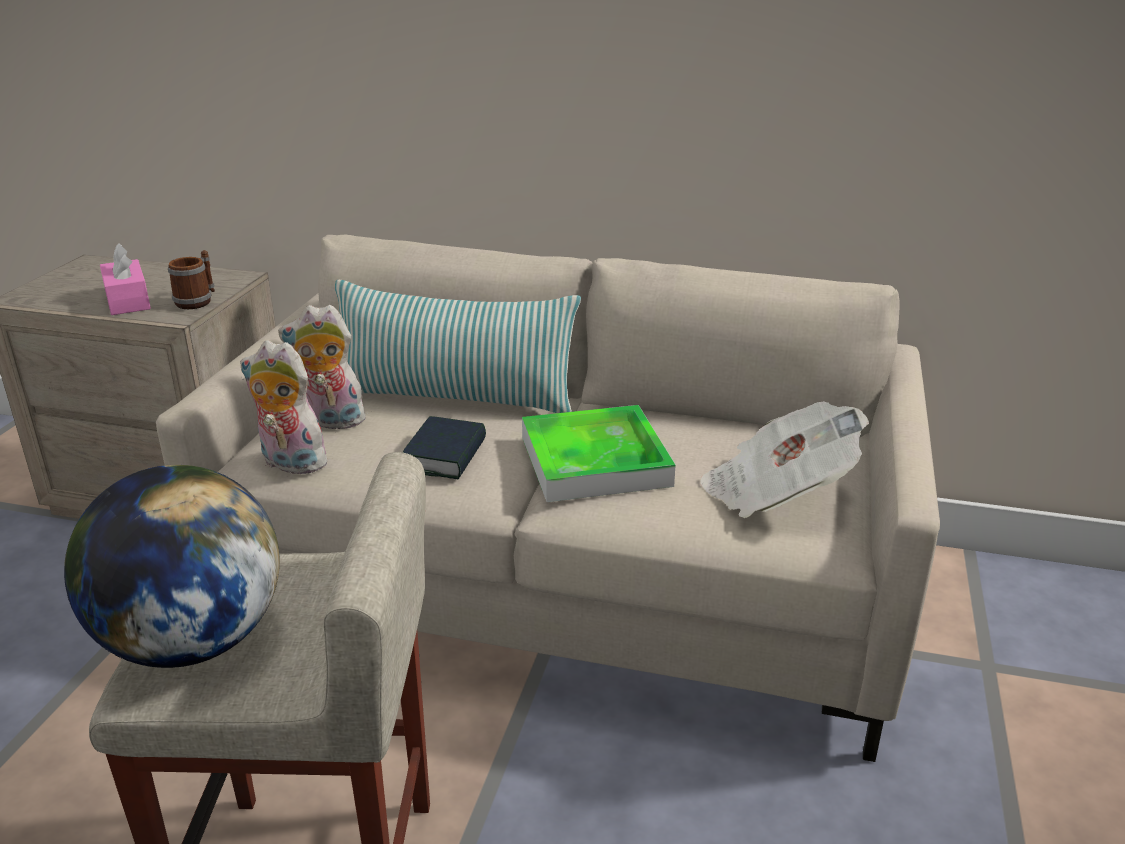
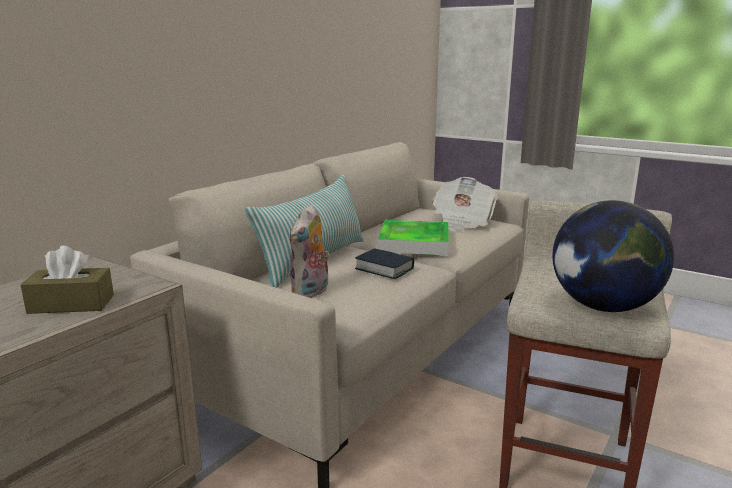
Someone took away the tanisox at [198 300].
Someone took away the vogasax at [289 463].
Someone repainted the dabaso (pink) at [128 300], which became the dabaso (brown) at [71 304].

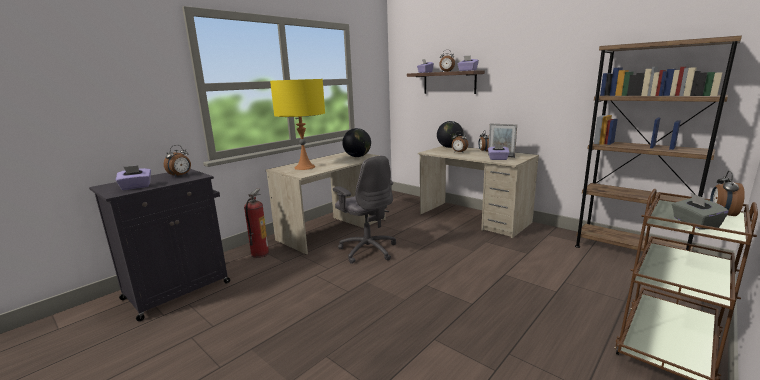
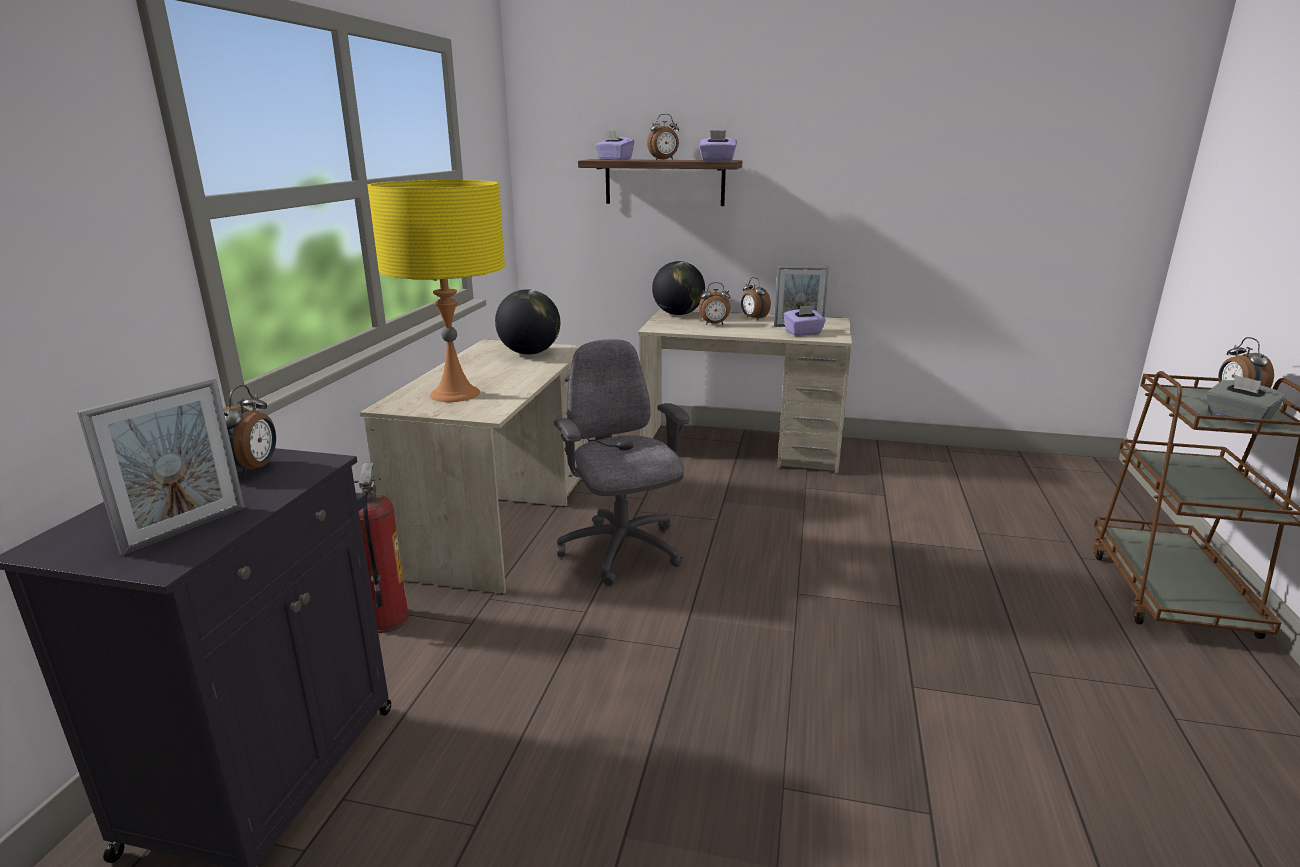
Someone took away the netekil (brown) at [629 252].
Someone swapped the dabaso (purple) at [136 187] for the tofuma at [185 529].
Someone rotated the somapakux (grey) at [367 250] by 135 degrees counterclockwise.

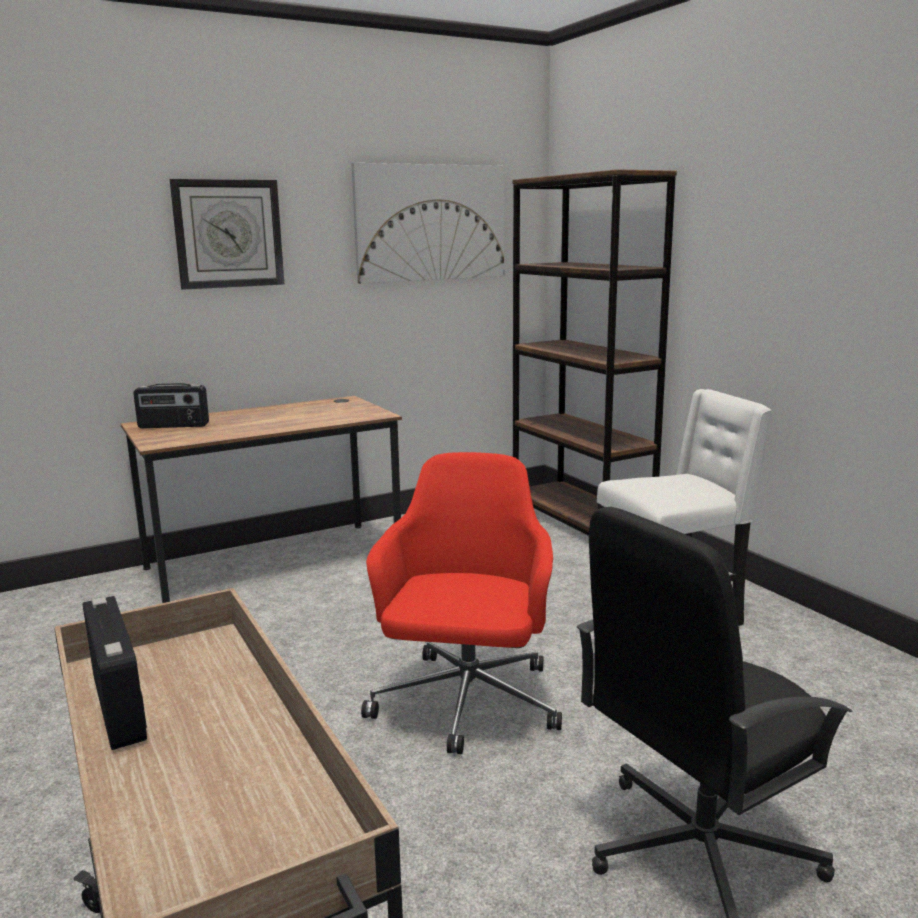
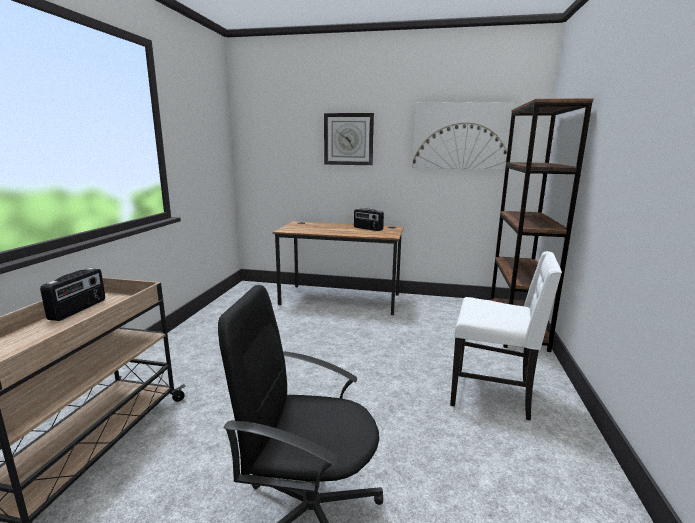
Someone took away the somapakux (red) at [466 704].
Someone carried the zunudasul from [173 426] to [368 228].

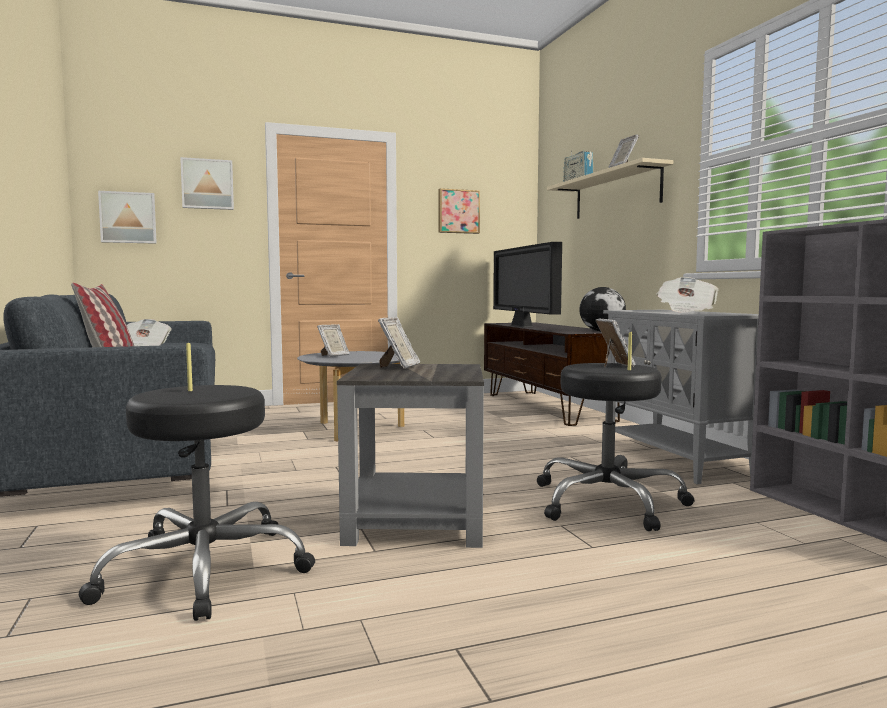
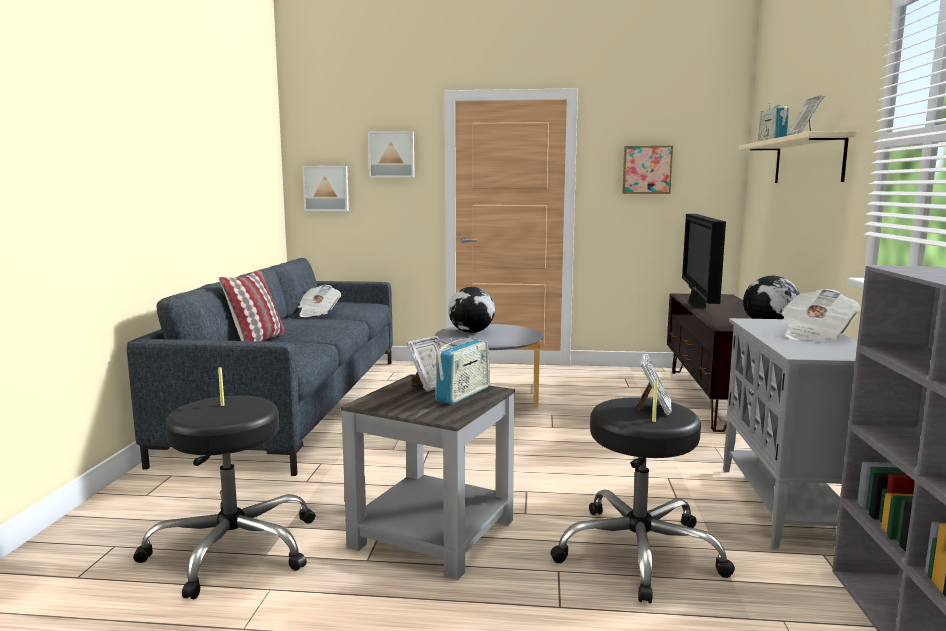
Someone put down the zunudasul at [463 394].
Someone swapped the tofuma at [333 355] for the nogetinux at [471 332].

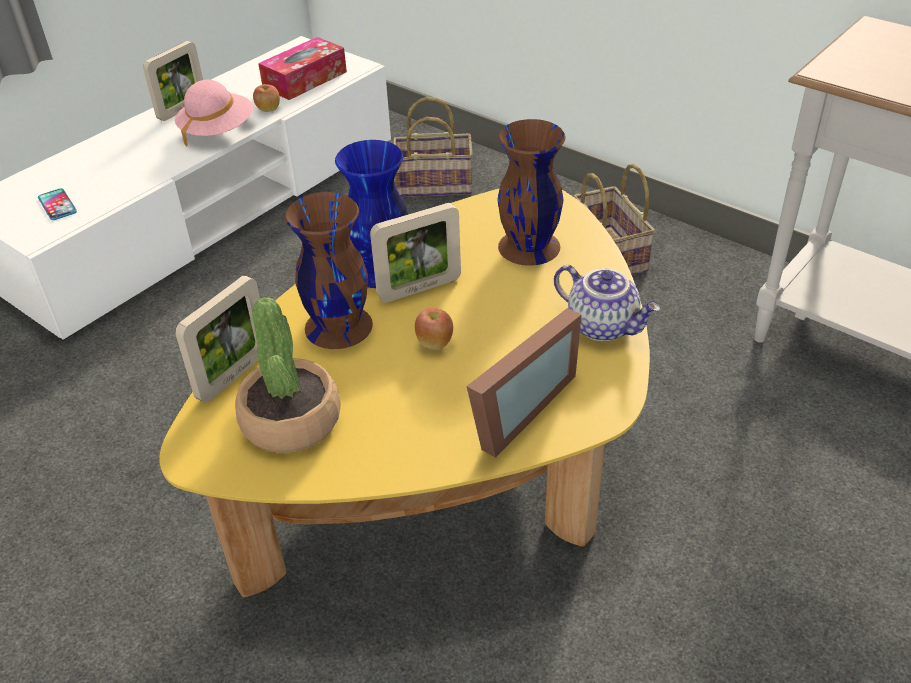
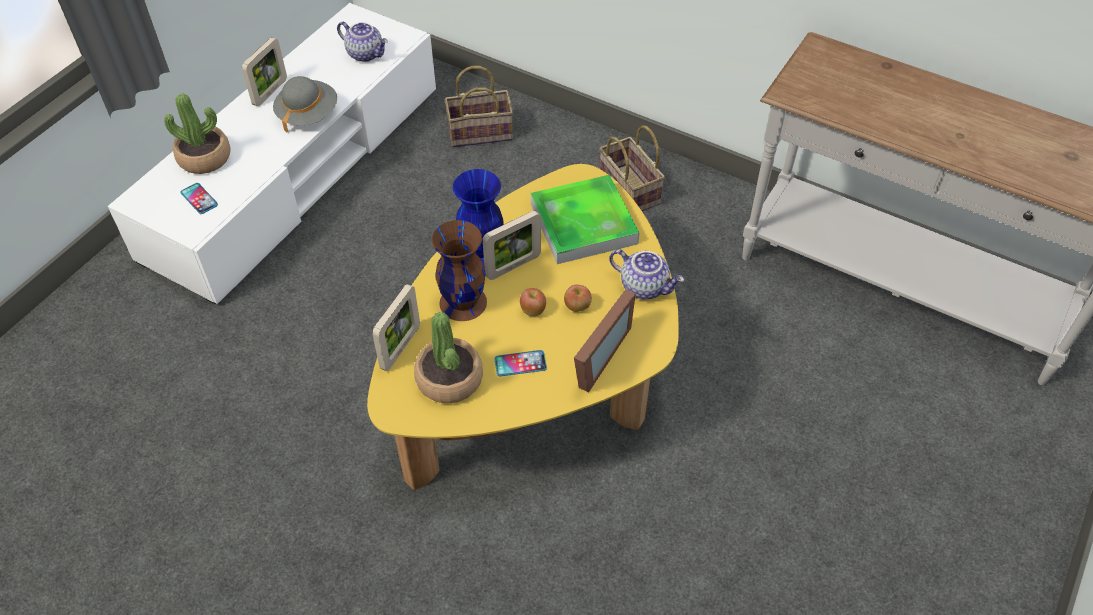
Someone put down the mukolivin at [204 158].
Someone put down the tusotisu at [520 364].
Someone carried the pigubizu from [268 110] to [577 307].
Someone swapped the dabaso at [305 80] for the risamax at [366 54].
Someone swapped the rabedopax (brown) at [528 247] for the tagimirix at [583 224].
Someone repainted the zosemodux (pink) at [217 131], which became the zosemodux (grey) at [308 114].

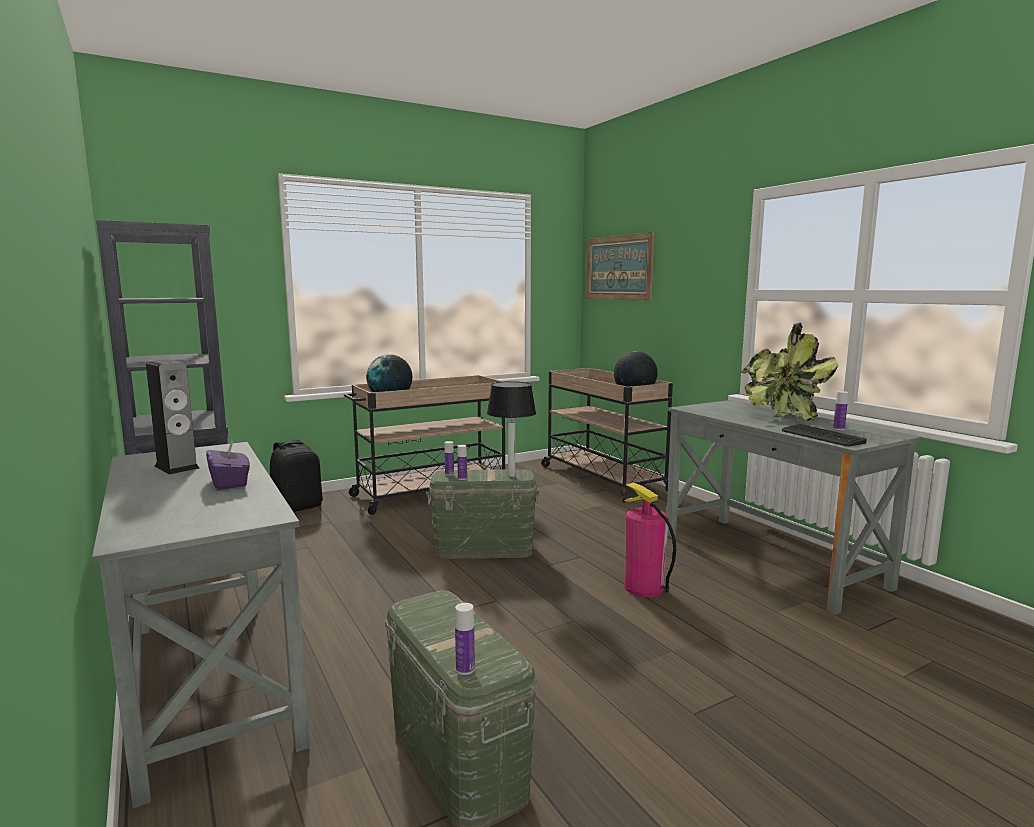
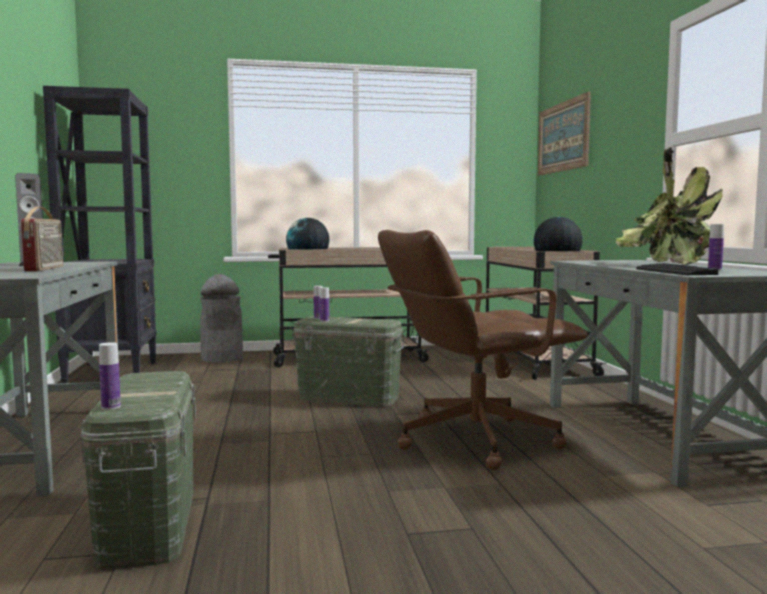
Someone took away the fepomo at [511 475].
Someone swapped the dabaso (purple) at [230 483] for the zunudasul at [45 269].
Someone swapped the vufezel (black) at [297 508] for the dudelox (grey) at [222 358].
Someone swapped the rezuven at [643 588] for the somapakux (brown) at [474 440].

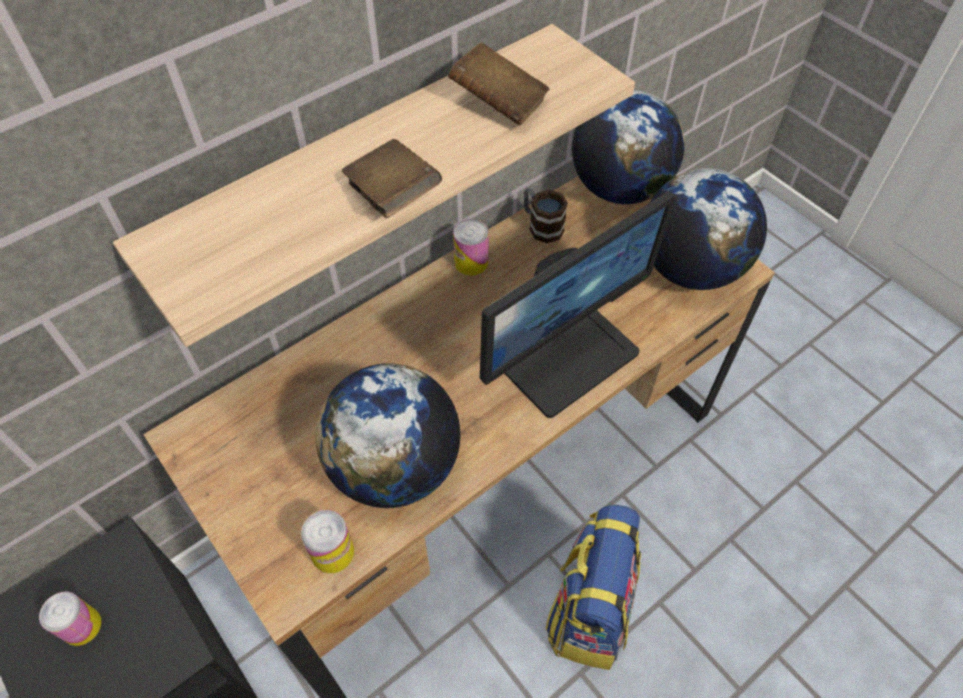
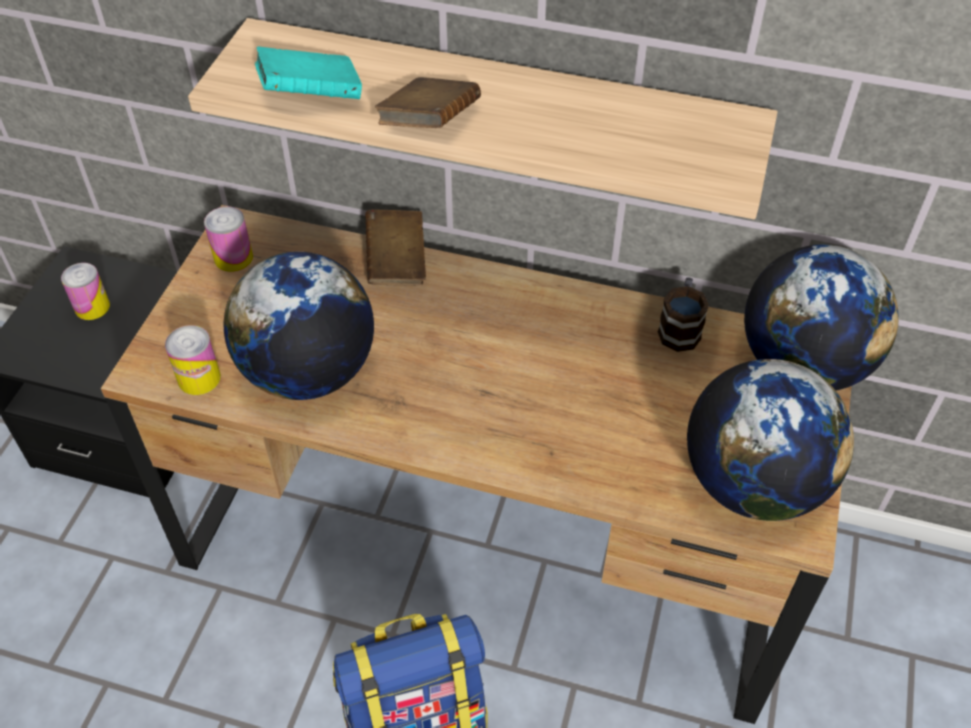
Someone took away the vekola at [567 356].
Someone put down the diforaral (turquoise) at [311 96].
Someone carried the diforaral (brown) from [499 103] to [396 263].
Someone carried the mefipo from [471 262] to [233 258].

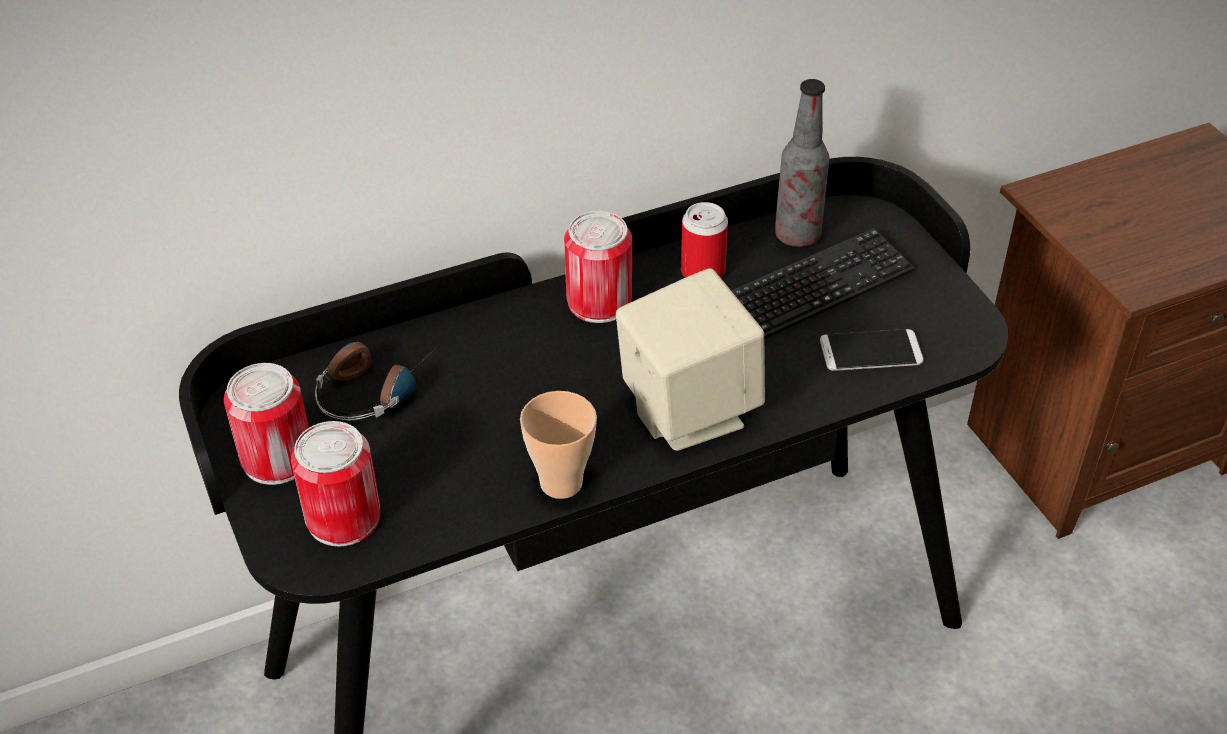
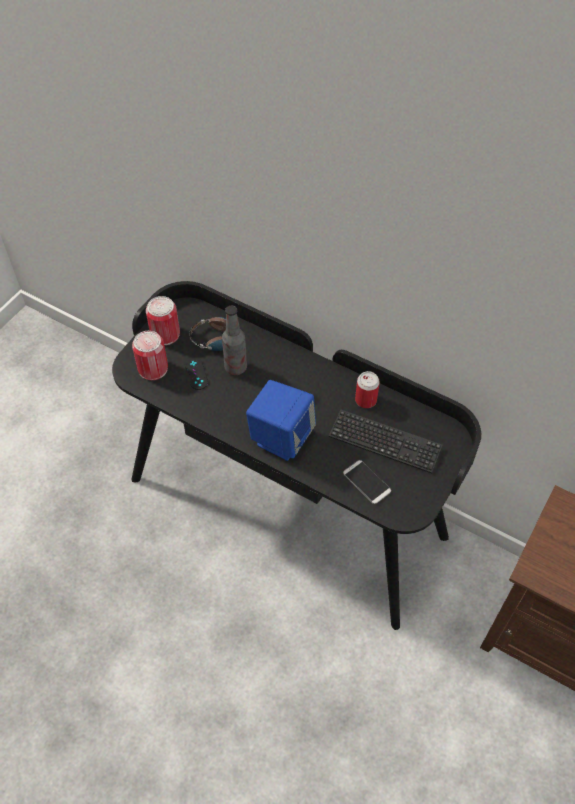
Someone took away the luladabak at [561 483].
Someone took away the mefipo at [599 301].
Someone put down the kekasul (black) at [196 373].
Someone carried the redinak from [797 235] to [235 367].
Someone repainted the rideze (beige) at [687 411], which became the rideze (blue) at [281 437].

